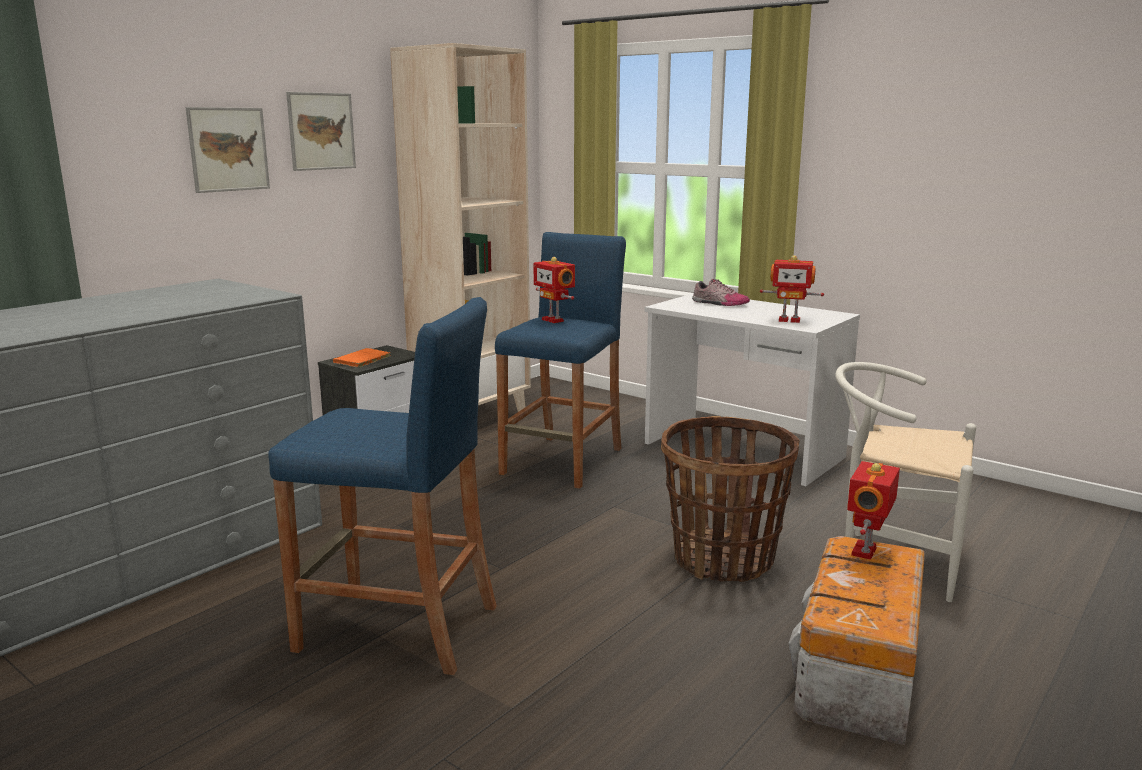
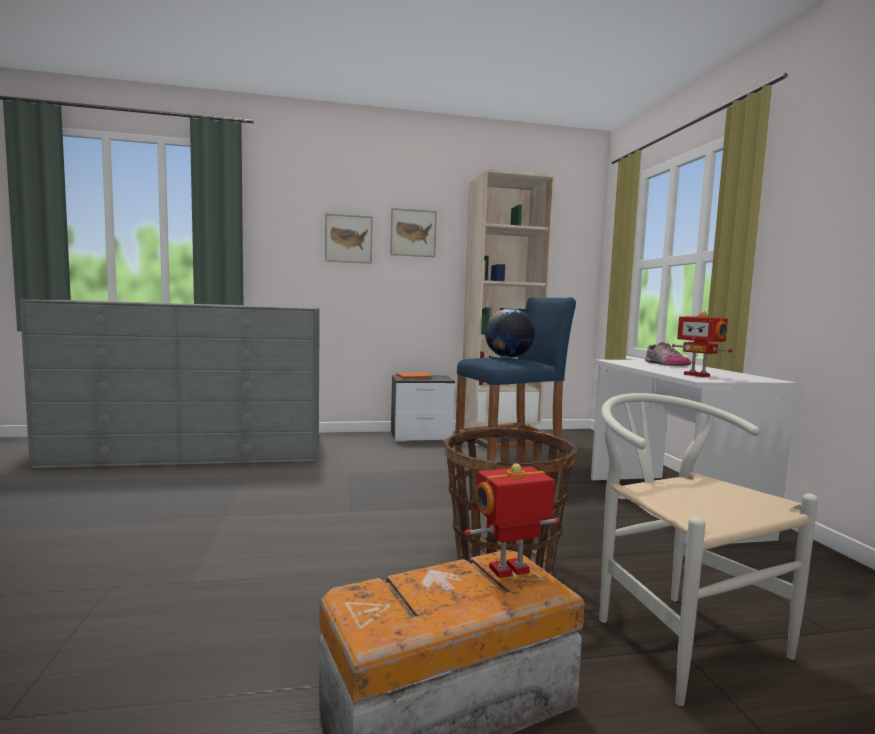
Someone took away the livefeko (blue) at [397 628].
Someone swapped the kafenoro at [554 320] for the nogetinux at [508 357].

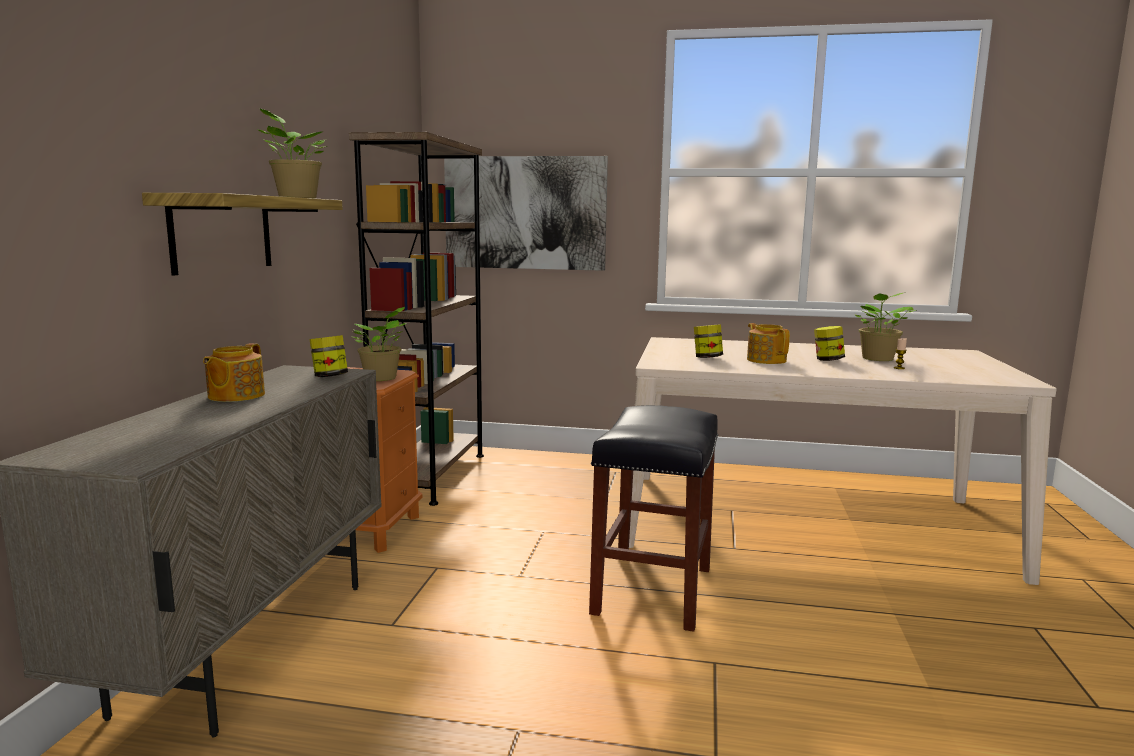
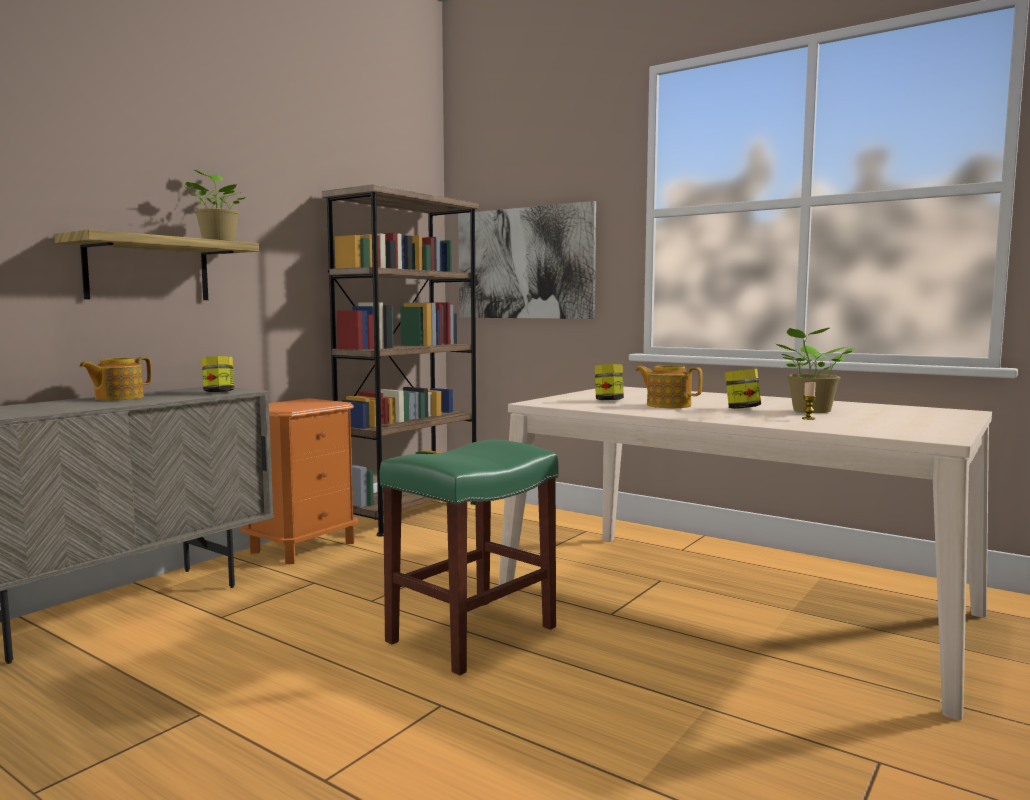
Someone took away the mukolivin at [382 378].
Someone repainted the livefeko (black) at [652 589], which became the livefeko (green) at [473 633].
Someone rotated the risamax at [766 360] by 60 degrees counterclockwise.

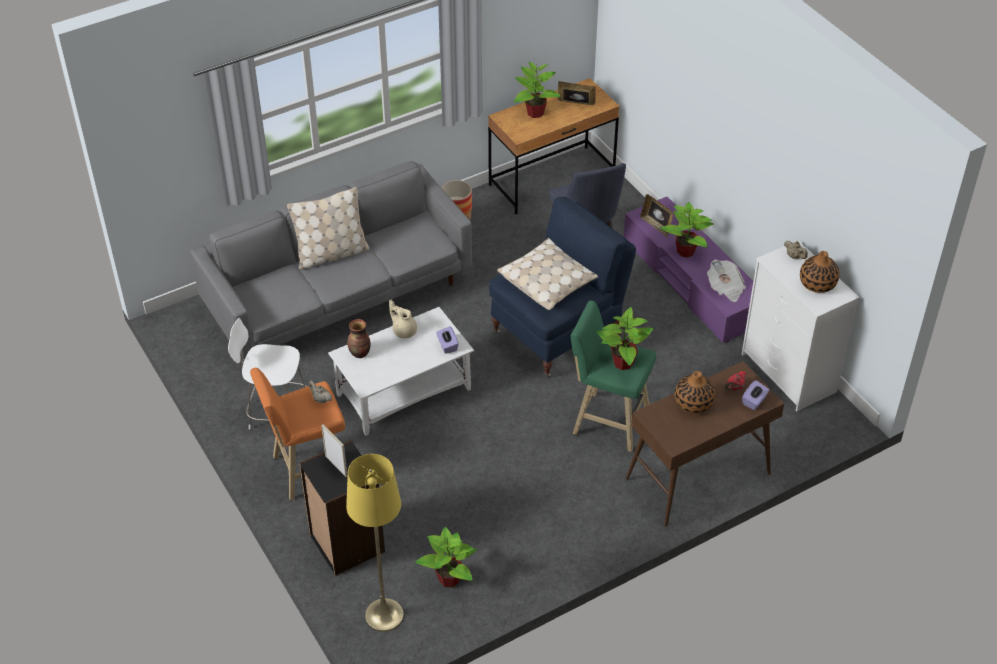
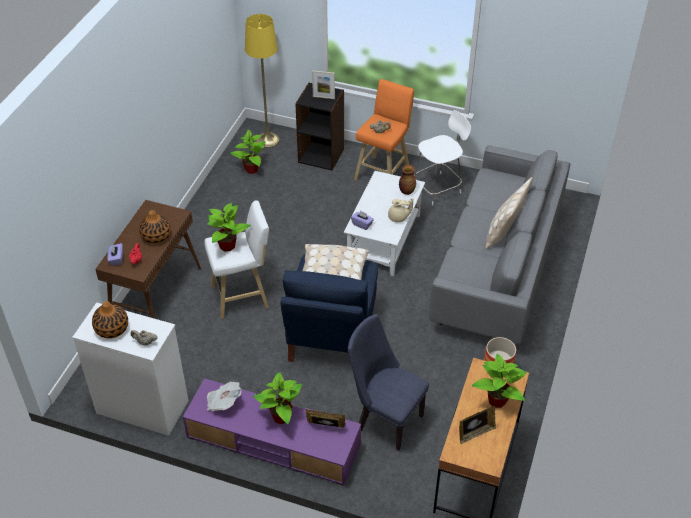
Someone repainted the livefeko (green) at [607 420], which became the livefeko (white) at [242 296].

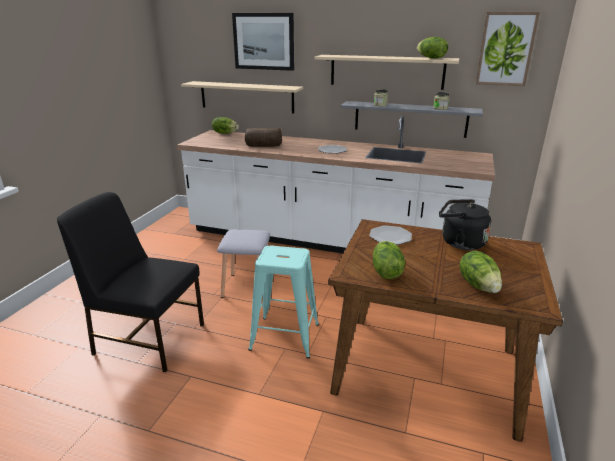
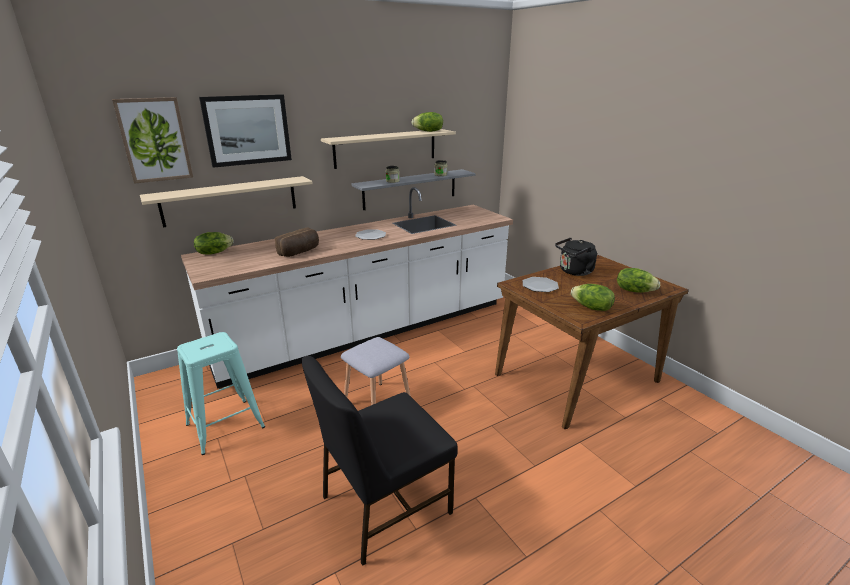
Someone carried the livefeko (turquoise) from [285 337] to [225 426].
Someone carried the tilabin from [506 49] to [154 140].

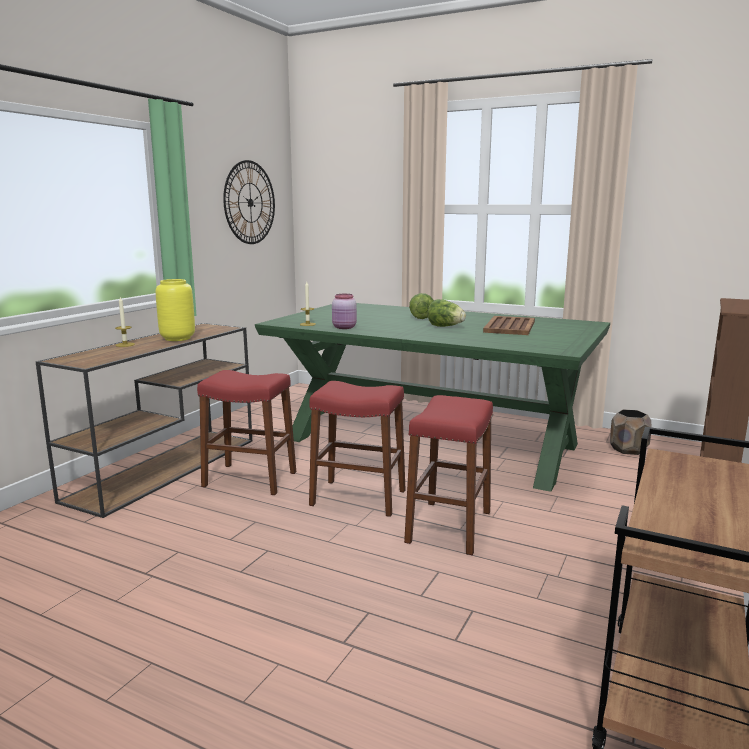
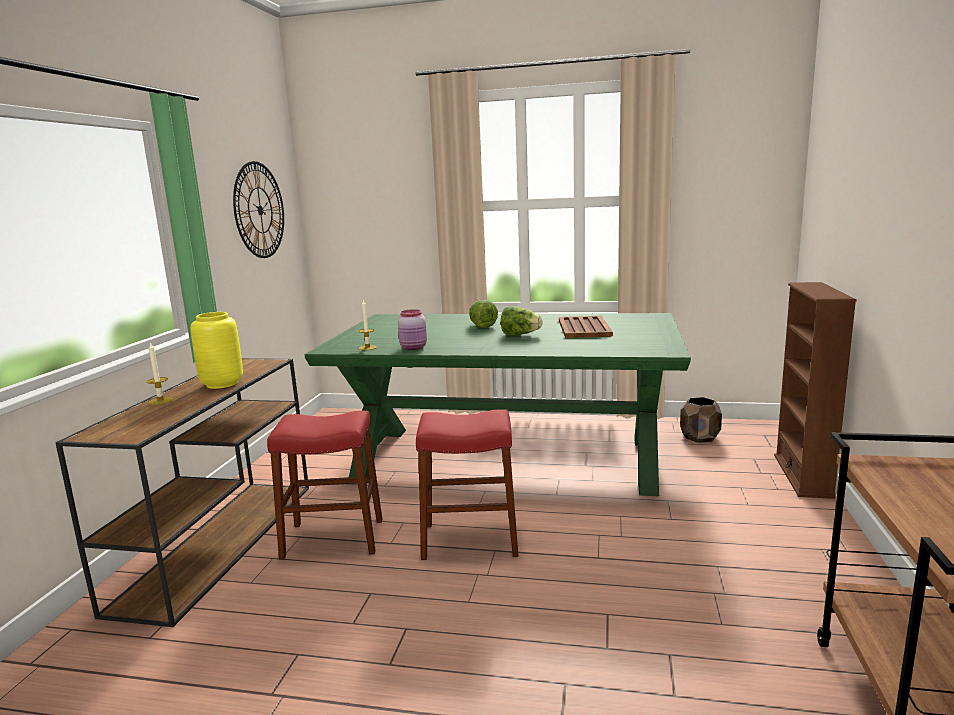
Someone took away the livefeko (red) at [449 527].

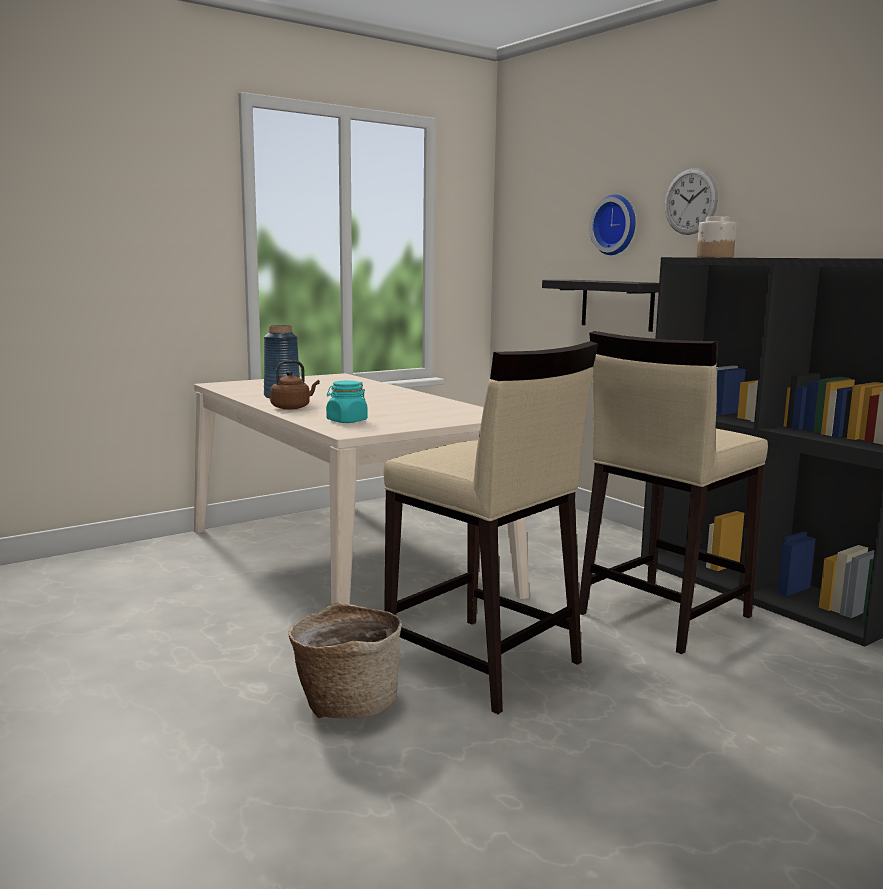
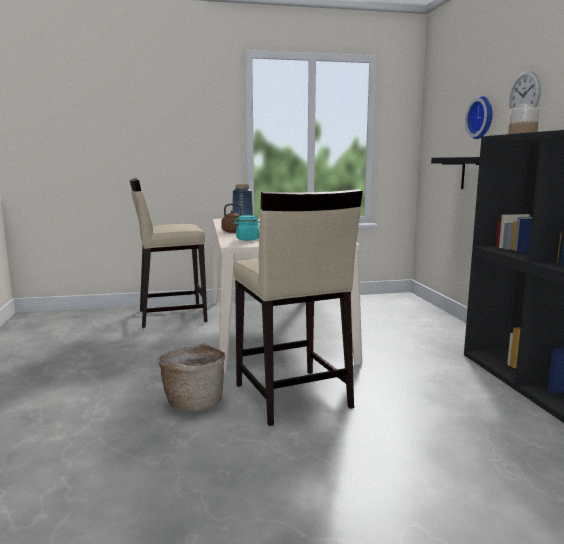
Someone carried the livefeko (beige) from [662 615] to [171 316].

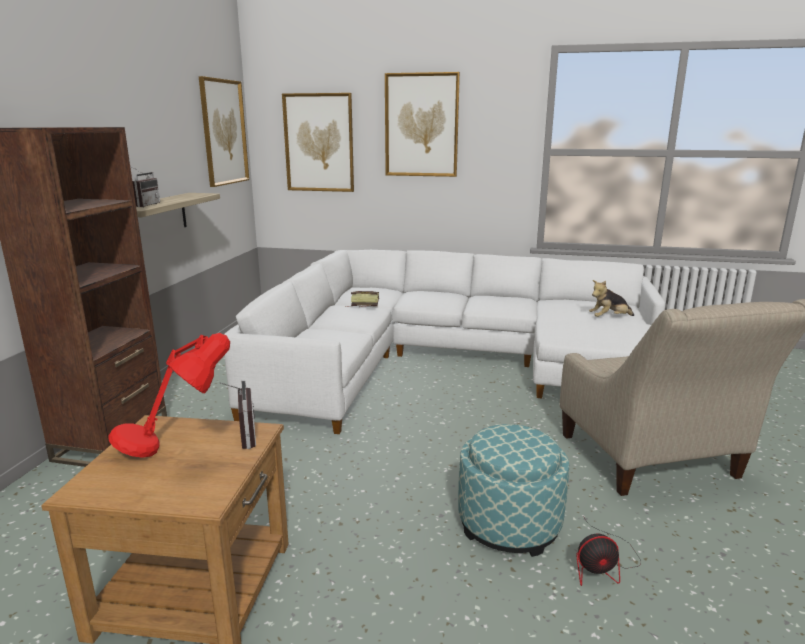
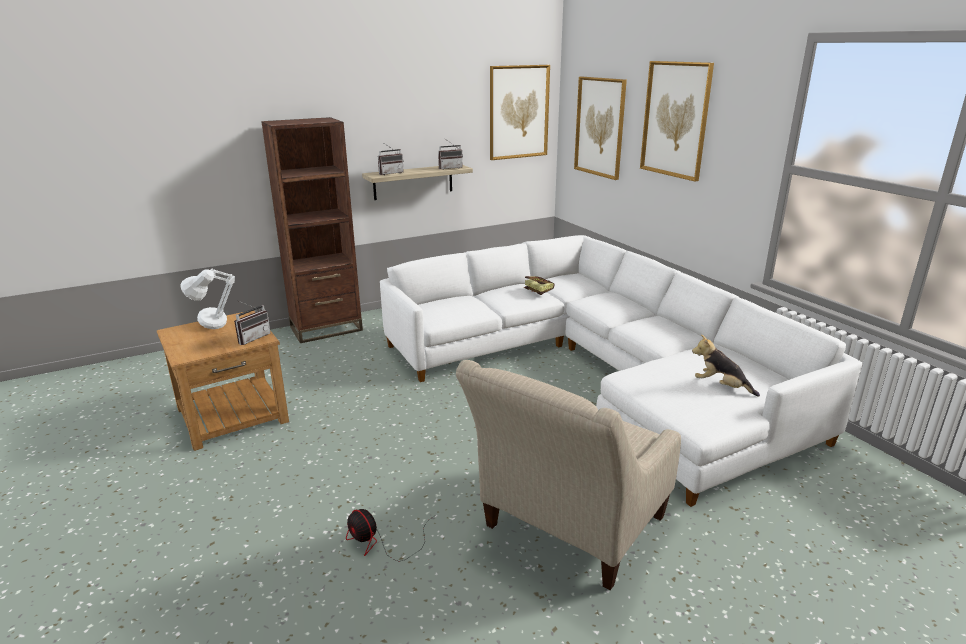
Someone took away the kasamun at [509 524].
Someone put down the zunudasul at [450 168].
Someone repainted the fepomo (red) at [177 457], which became the fepomo (white) at [217 334].

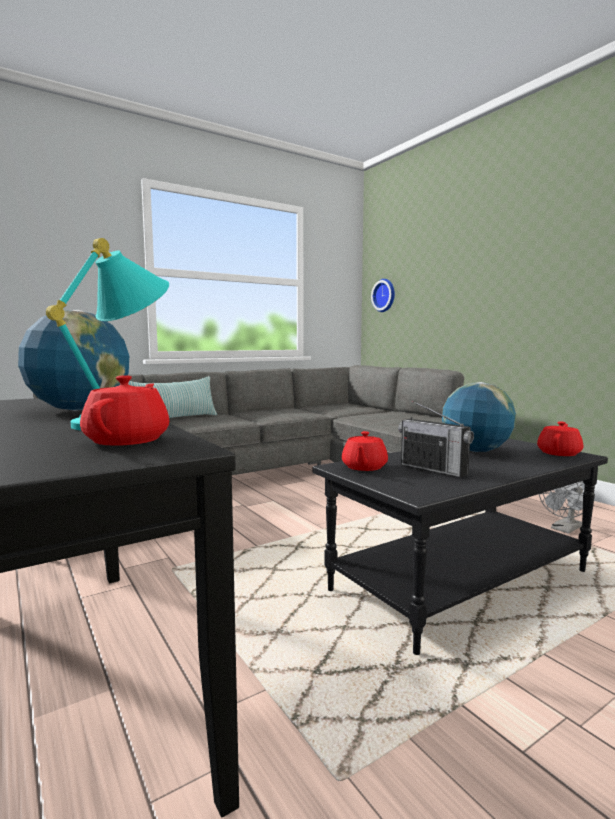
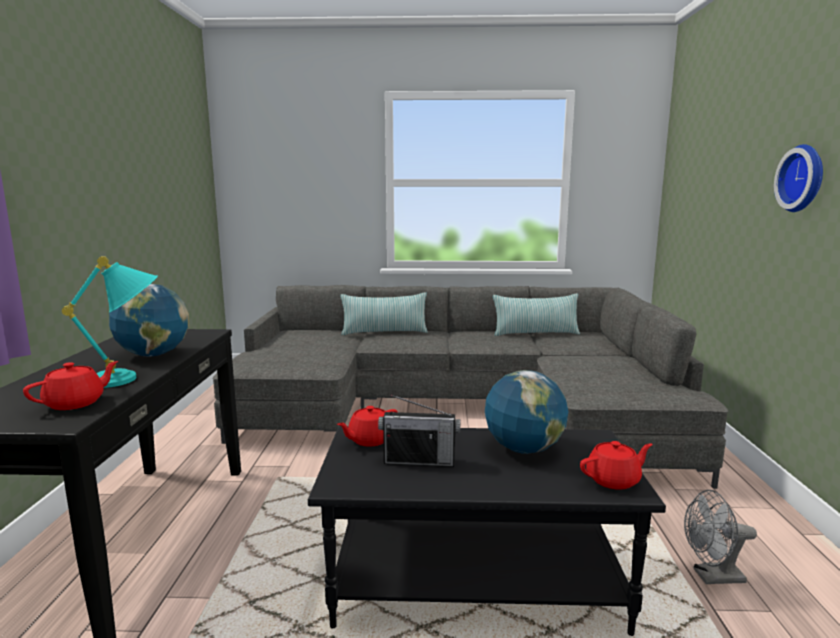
Someone put down the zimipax at [535 333].
Someone carried the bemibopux from [385 295] to [804 178].
Someone rotated the zunudasul at [433 469] by 75 degrees counterclockwise.

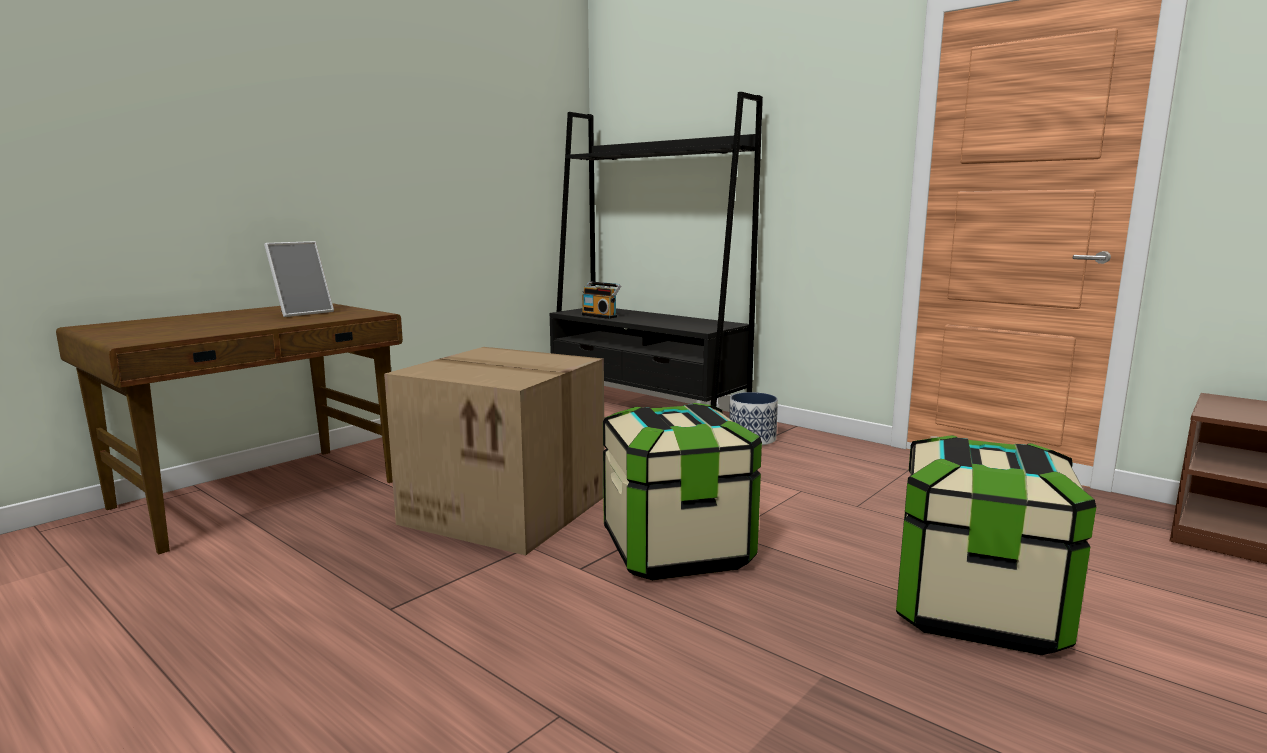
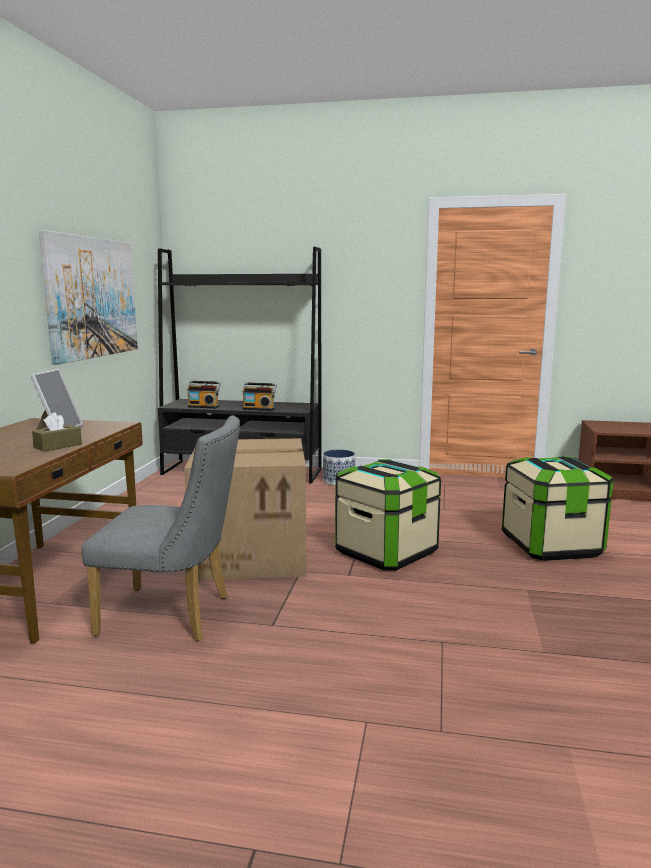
Someone put down the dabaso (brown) at [58 446].
Someone put up the tilabin at [92 297].
Someone put down the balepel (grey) at [175 615].
Someone put down the zunudasul at [259 409].

